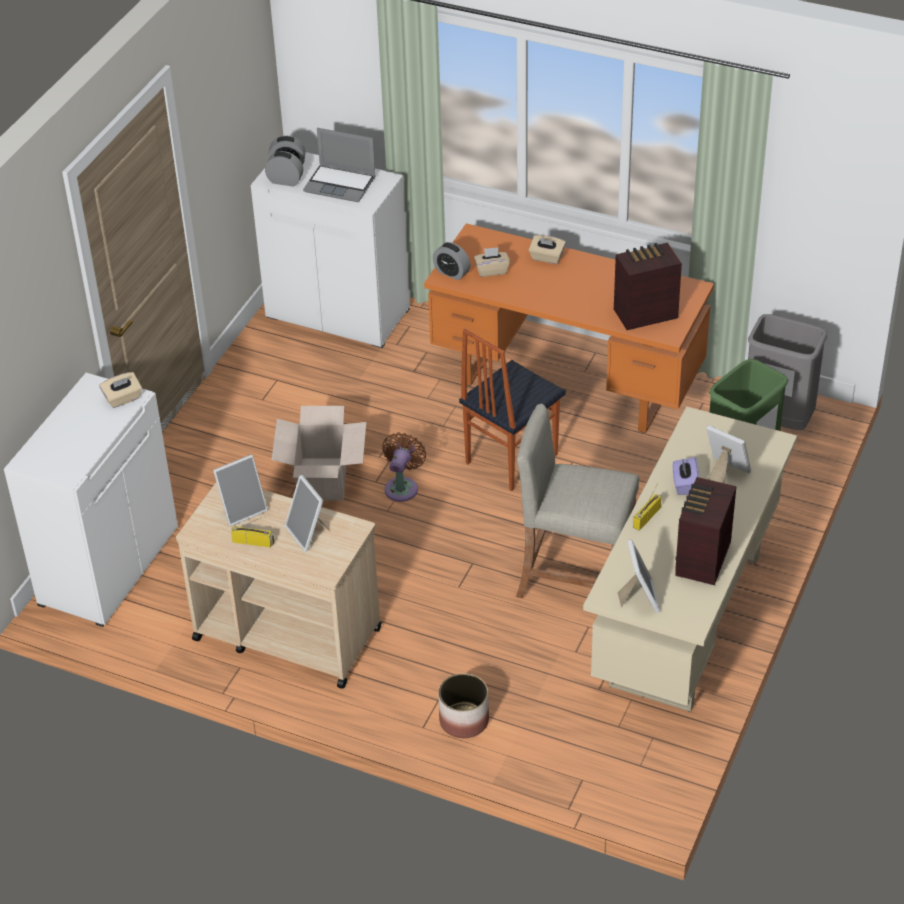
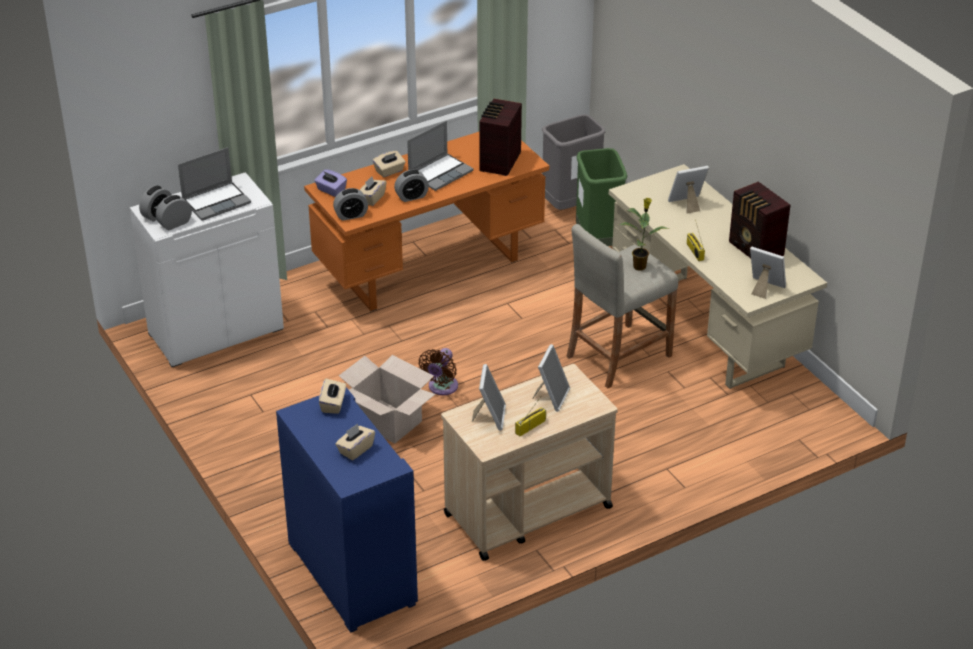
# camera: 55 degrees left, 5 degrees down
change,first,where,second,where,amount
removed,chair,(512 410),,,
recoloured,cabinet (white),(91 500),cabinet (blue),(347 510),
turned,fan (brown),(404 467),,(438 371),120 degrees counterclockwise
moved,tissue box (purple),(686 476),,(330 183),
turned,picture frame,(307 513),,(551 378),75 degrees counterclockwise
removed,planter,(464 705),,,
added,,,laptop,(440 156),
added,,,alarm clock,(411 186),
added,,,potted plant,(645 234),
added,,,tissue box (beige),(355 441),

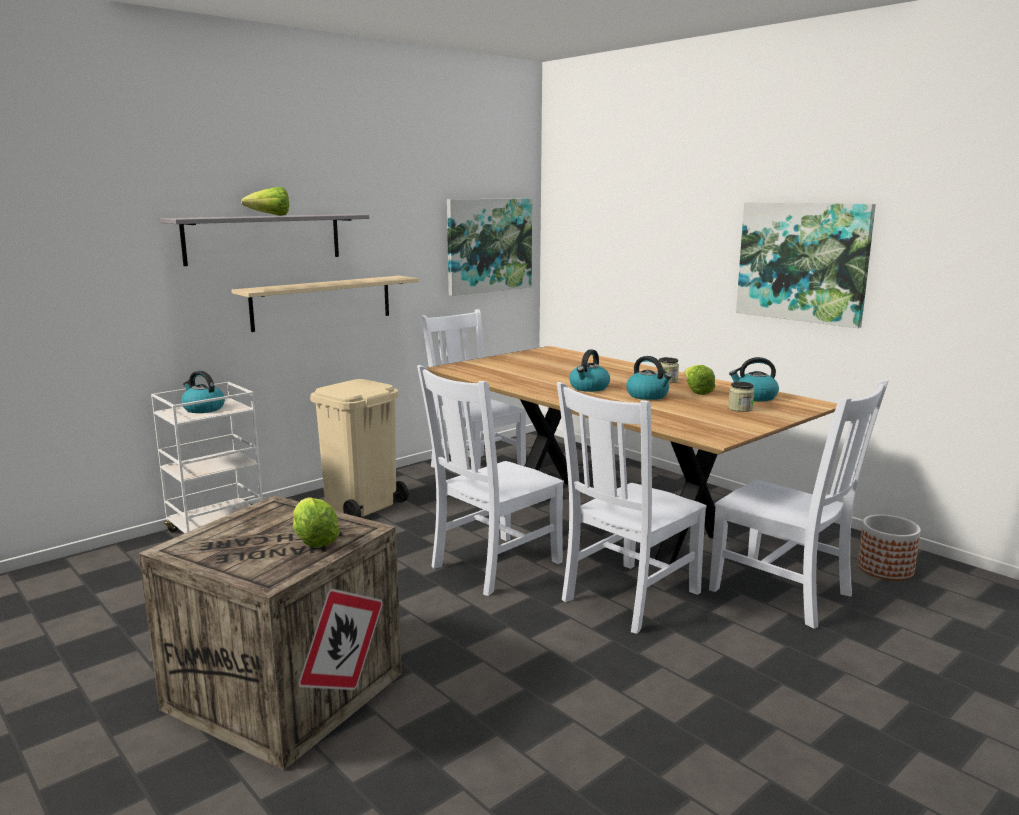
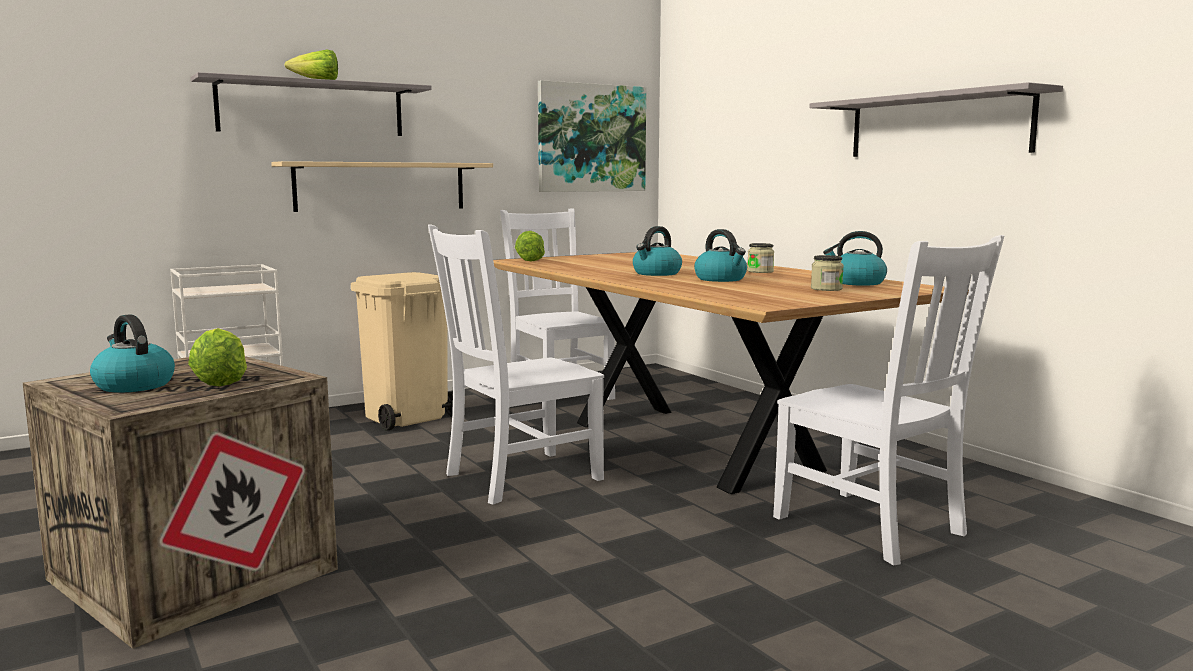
# camera: 10 degrees right, 5 degrees down
change,first,where,second,where,amount
replaced,picture,(806 265),shelf (grey),(936 119),
moved,lettuce,(699 380),,(530 246),
moved,kettle,(203 392),,(132 353),
removed,chair (white),(632 508),,,
removed,planter,(889 547),,,

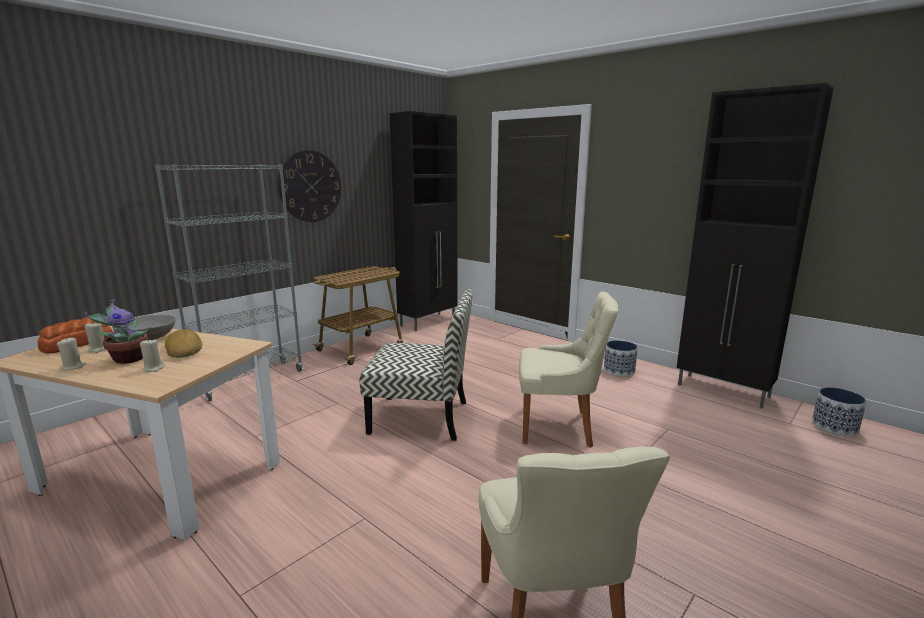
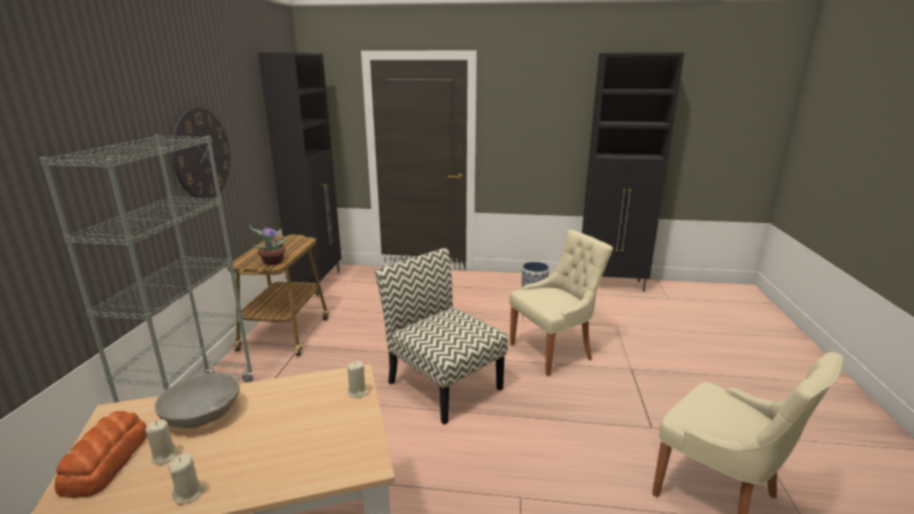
# camera: 35 degrees left, 5 degrees up
change,first,where,second,where,amount
turned,chair,(416 365),,(441 336),105 degrees counterclockwise
moved,potted plant,(117 331),,(268 244),
removed,bread,(183 343),,,
moved,candle (beige),(152 355),,(358 379),
removed,planter,(839 411),,,

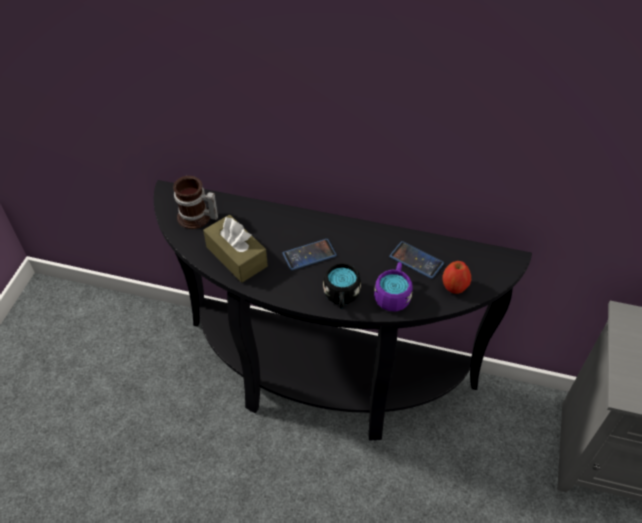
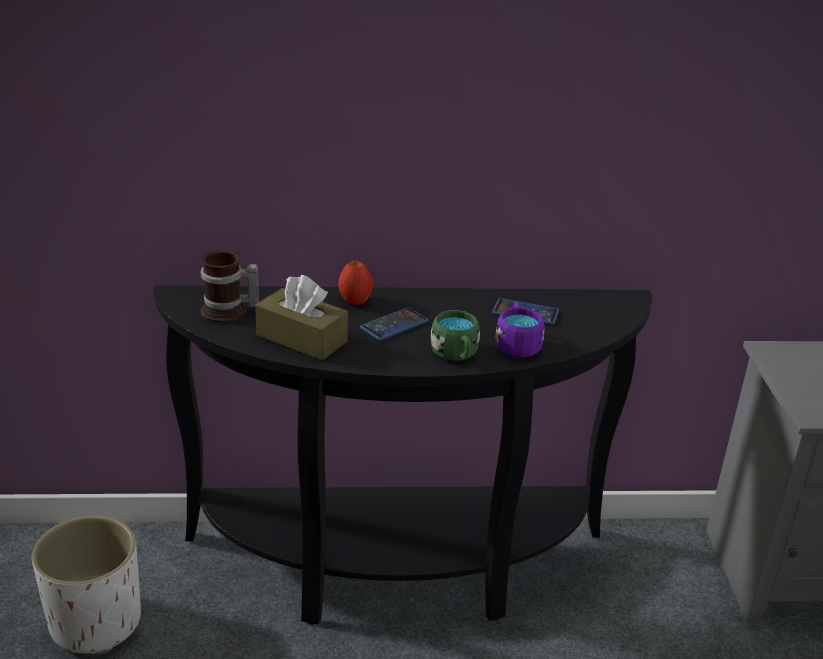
# camera: 20 degrees left, 20 degrees down
change,first,where,second,where,amount
moved,apple,(456 277),,(355 282),
recoloured,mug (black),(342 286),mug (green),(455 335),
added,,,planter (white),(86 584),

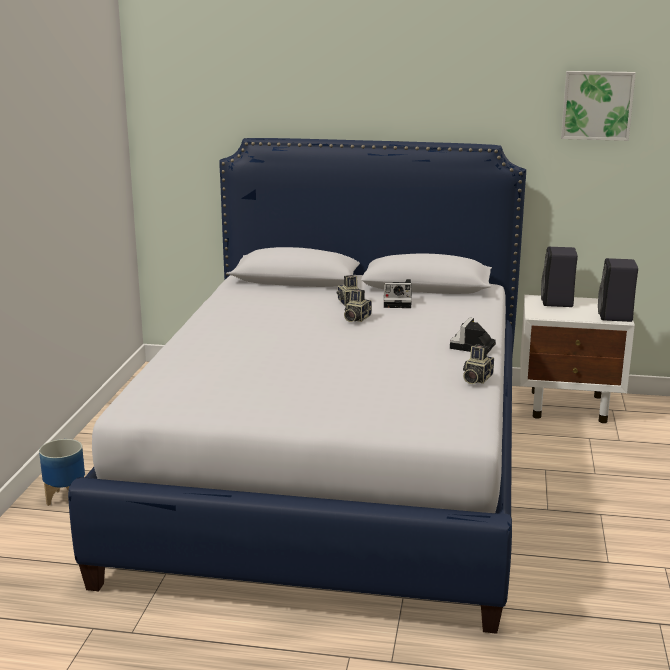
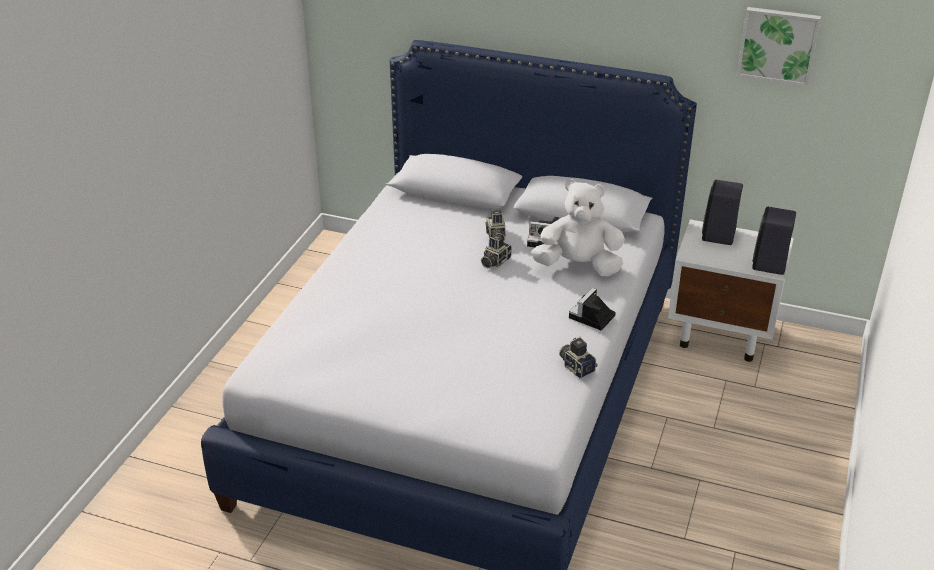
# camera: 10 degrees right, 15 degrees up
change,first,where,second,where,amount
turned,photo camera,(478 364),,(578 358),105 degrees clockwise
removed,planter,(62 472),,,
added,,,plush toy (white),(578 227),

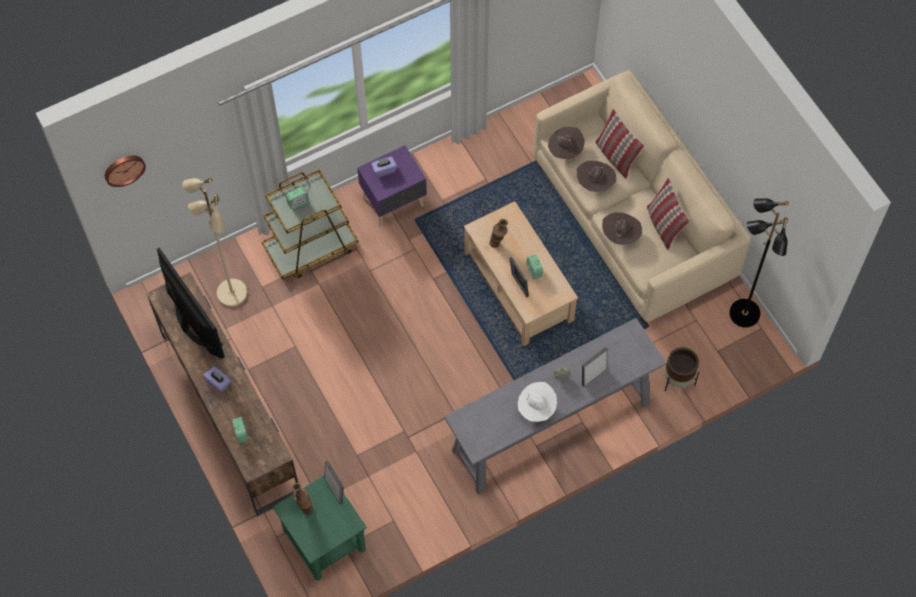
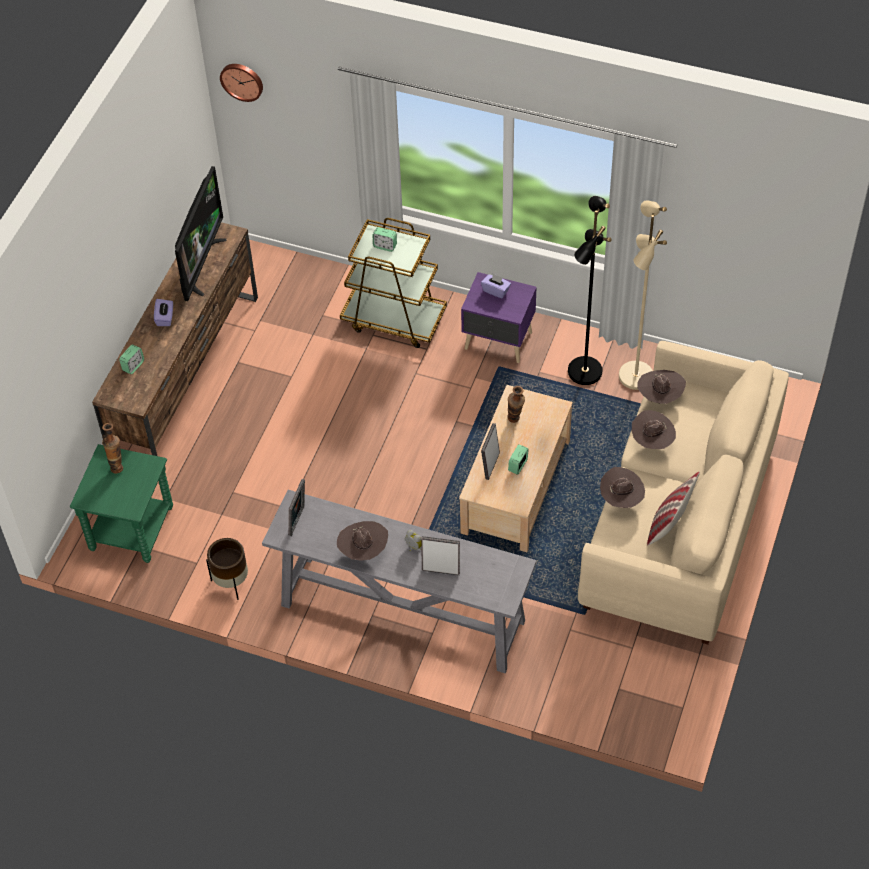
# camera: 50 degrees right, 10 degrees down
change,first,where,second,where,amount
removed,pillow,(619 144),,,
moved,floor lamp (beige),(215 242),,(643 295),
moved,floor lamp (black),(759 263),,(590 290),
moved,planter (brown),(682 369),,(227 569),
recoloured,hat (white),(537 402),hat (brown),(362 541),
moved,picture frame,(333 482),,(296 507),

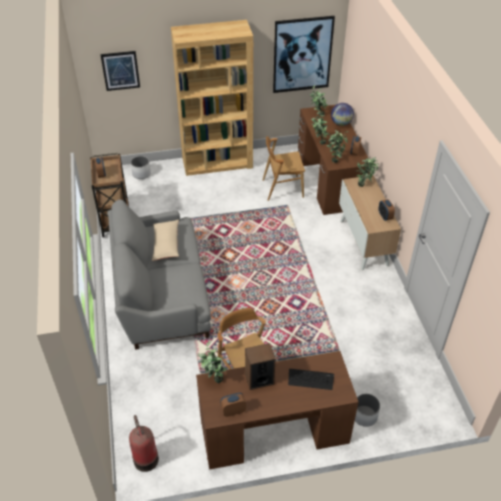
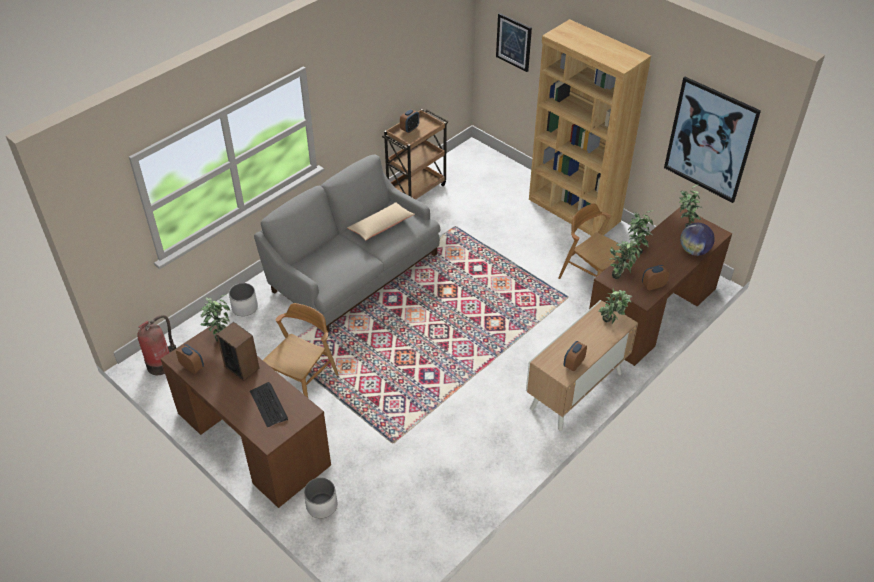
# camera: 55 degrees right, 0 degrees up
change,first,where,second,where,amount
moved,planter (white),(141 167),,(243 299),

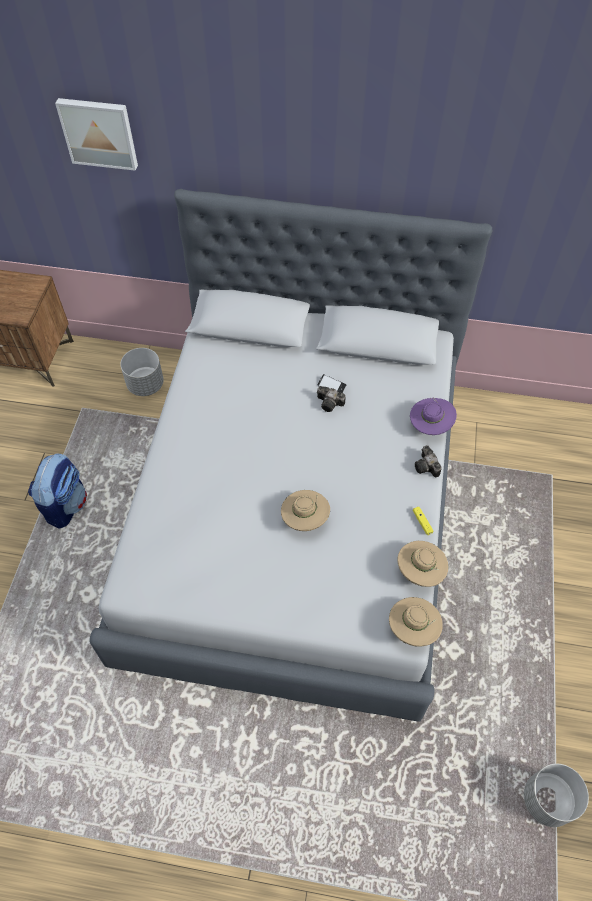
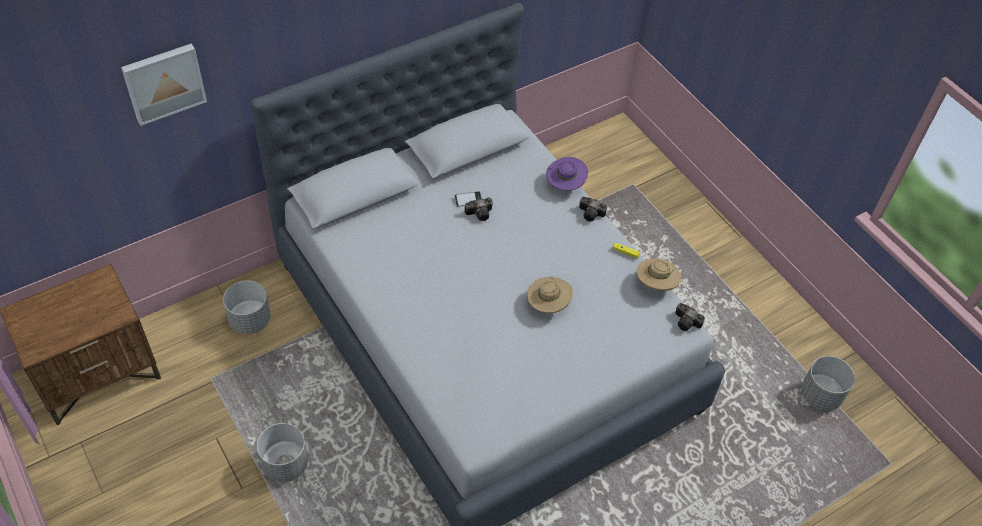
# camera: 45 degrees left, 5 degrees down
change,first,where,second,where,amount
replaced,backpack,(57 491),planter (grey),(282 452),
replaced,hat (beige),(416 622),photo camera,(690 317),

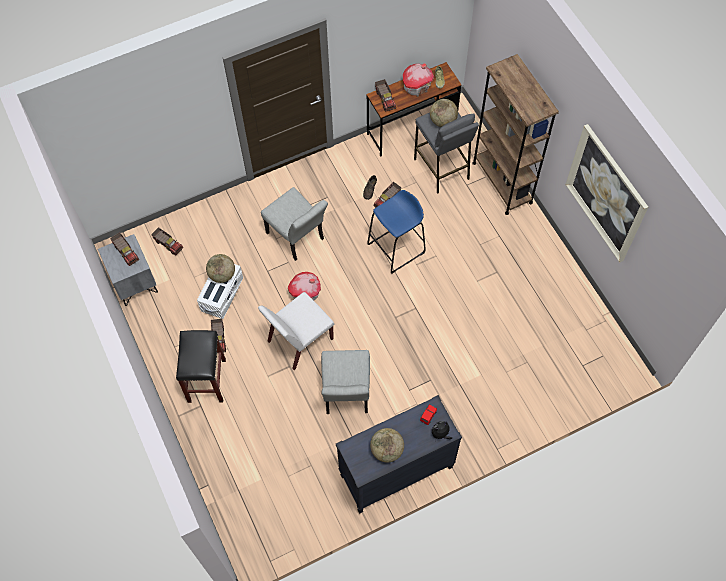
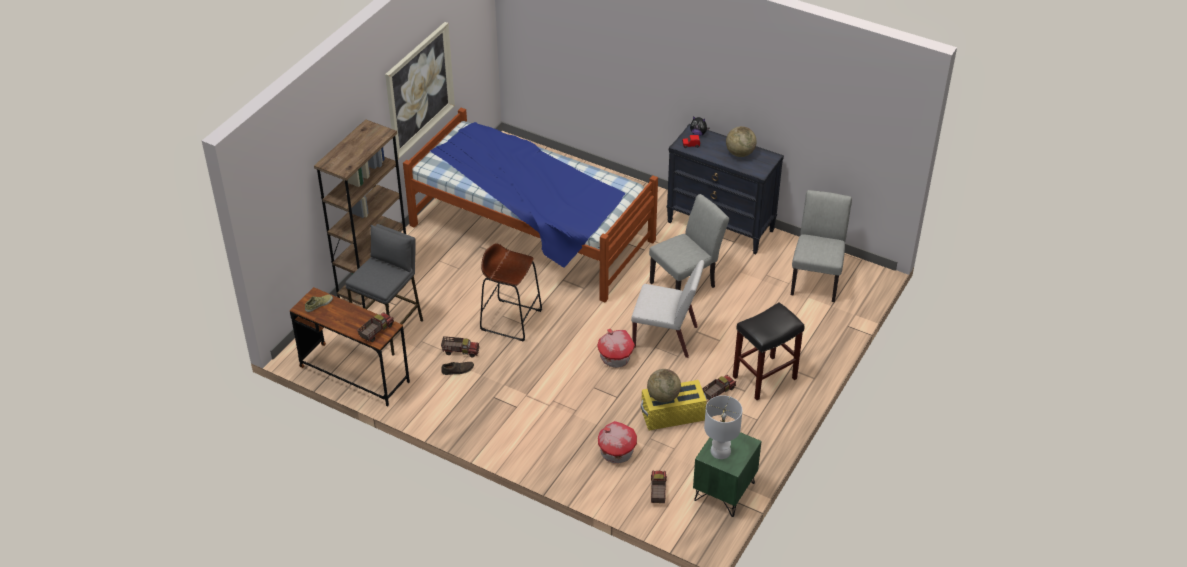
# camera: 125 degrees left, 20 degrees down
change,first,where,second,where,amount
moved,toy house,(418 80),,(617 442),
removed,globe,(444 113),,,
moved,chair (grey),(294 224),,(821 246),
recoloured,stool (blue),(396 231),stool (brown),(511 292),
replaced,toy truck,(124 249),table lamp (white),(723 427),
recoloured,nightstand (grey),(128 270),nightstand (green),(727 474),
recoloured,storage box (white),(220 291),storage box (yellow),(674 405),
added,,,bed,(530 205),

